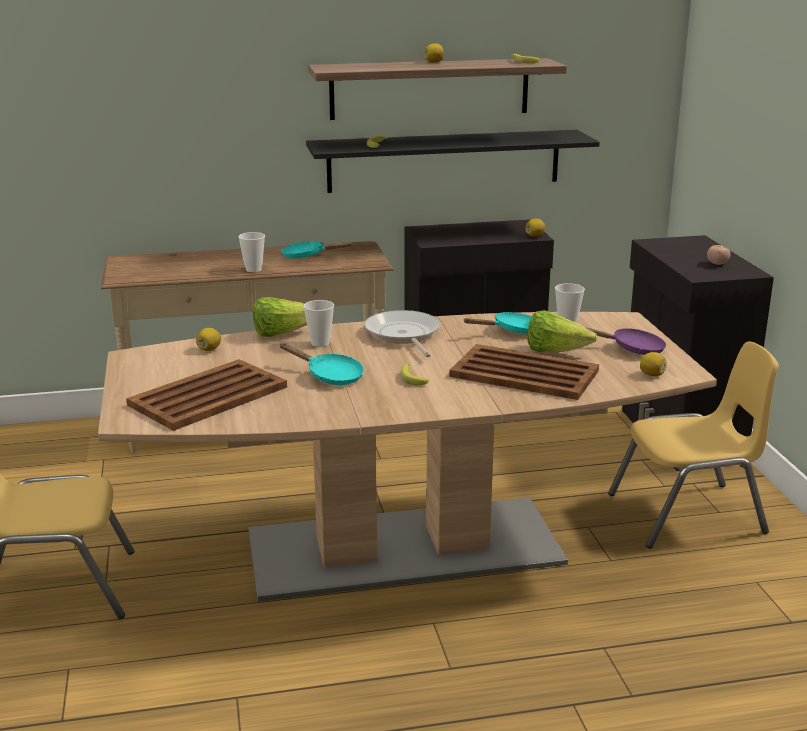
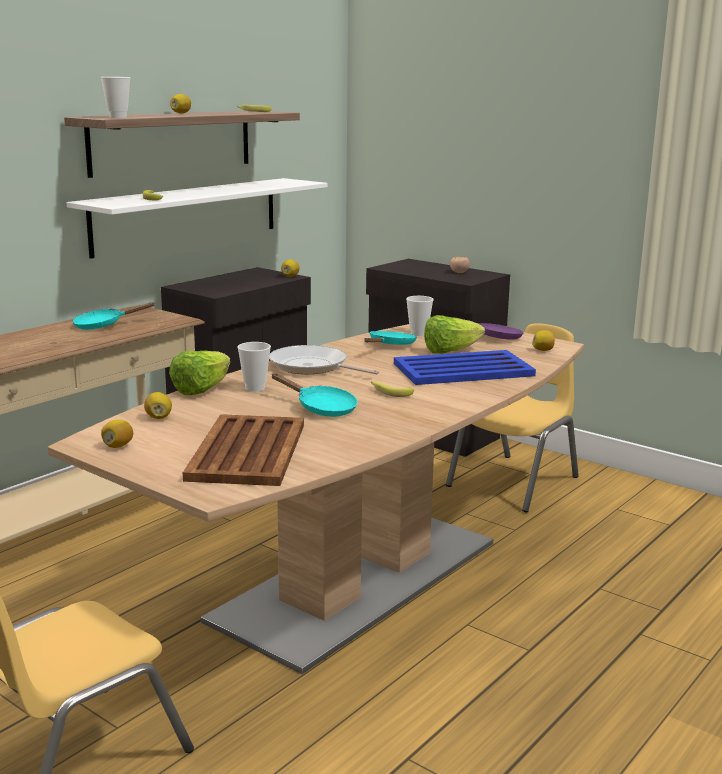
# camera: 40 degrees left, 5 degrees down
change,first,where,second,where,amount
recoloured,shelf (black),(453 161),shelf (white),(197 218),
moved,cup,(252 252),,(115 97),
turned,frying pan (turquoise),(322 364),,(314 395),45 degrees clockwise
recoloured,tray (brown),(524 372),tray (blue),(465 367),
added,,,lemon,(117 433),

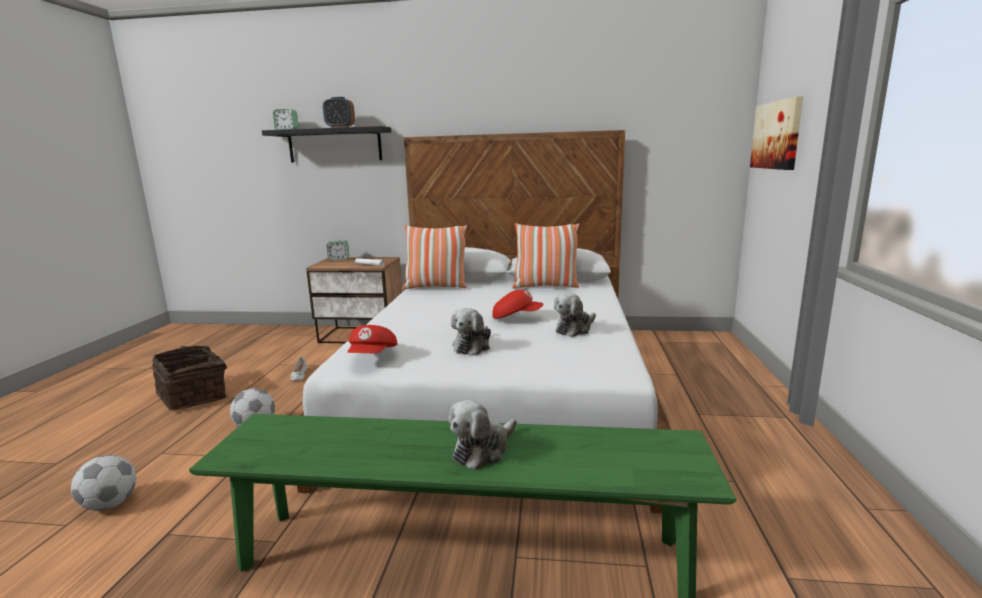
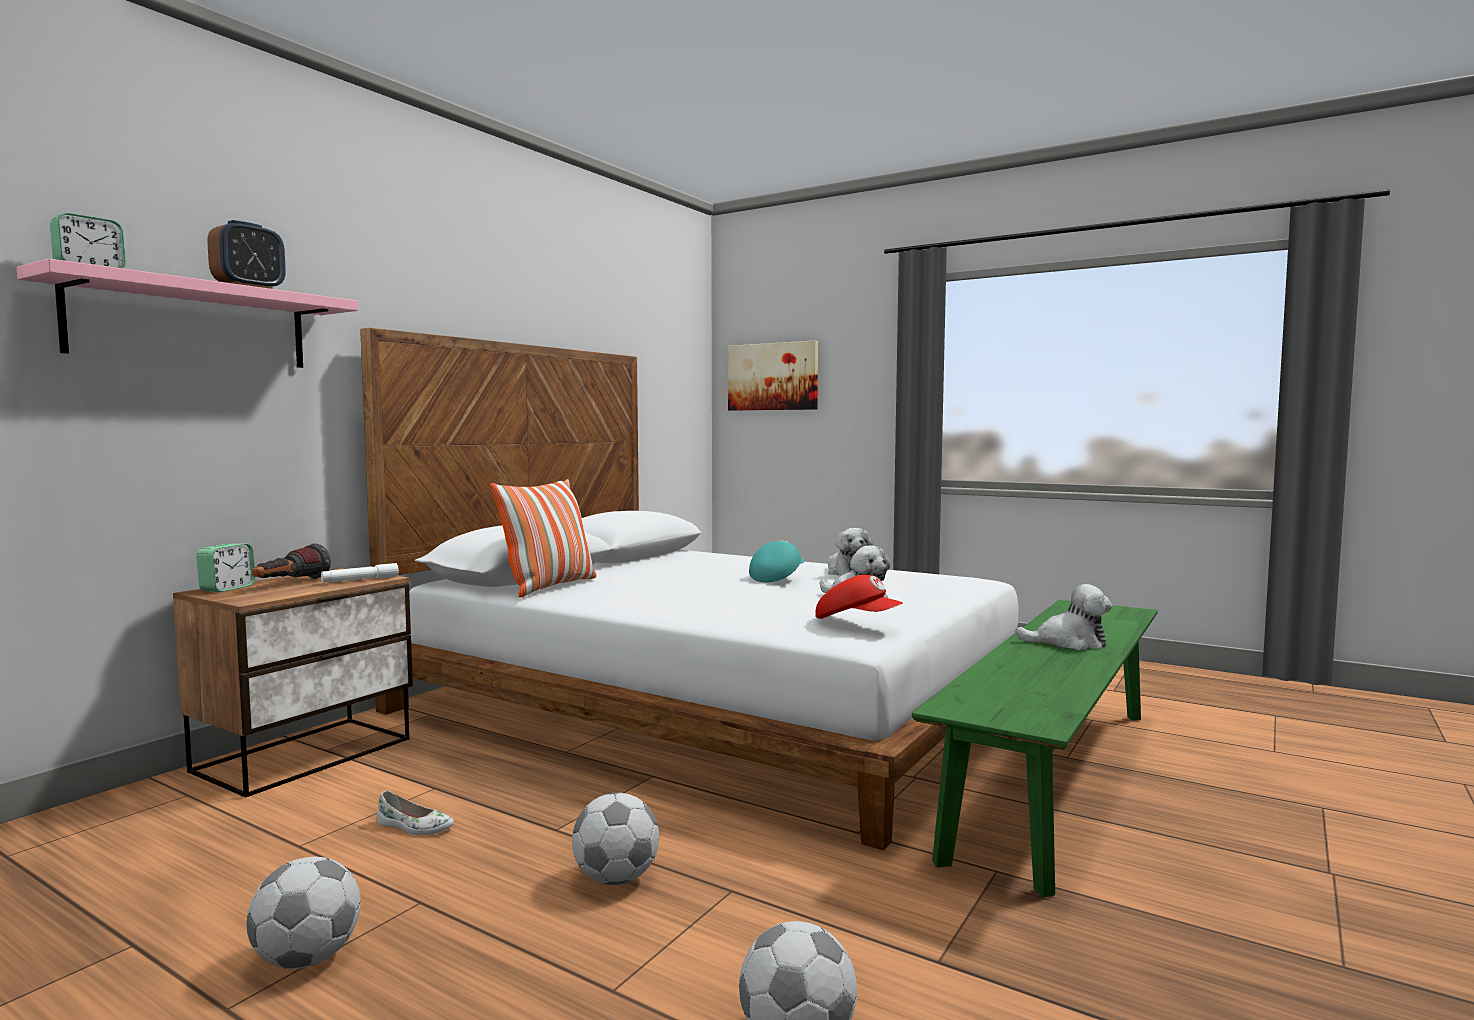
# camera: 65 degrees left, 10 degrees down
change,first,where,second,where,amount
recoloured,shelf (black),(326 144),shelf (pink),(187 313),
removed,pillow,(546 256),,,
recoloured,cap (red),(518 304),cap (turquoise),(776 561),
replaced,basket,(189 378),football,(303 913),
turned,plush toy,(482 435),,(1063 617),60 degrees counterclockwise
added,,,flashlight,(291 561),

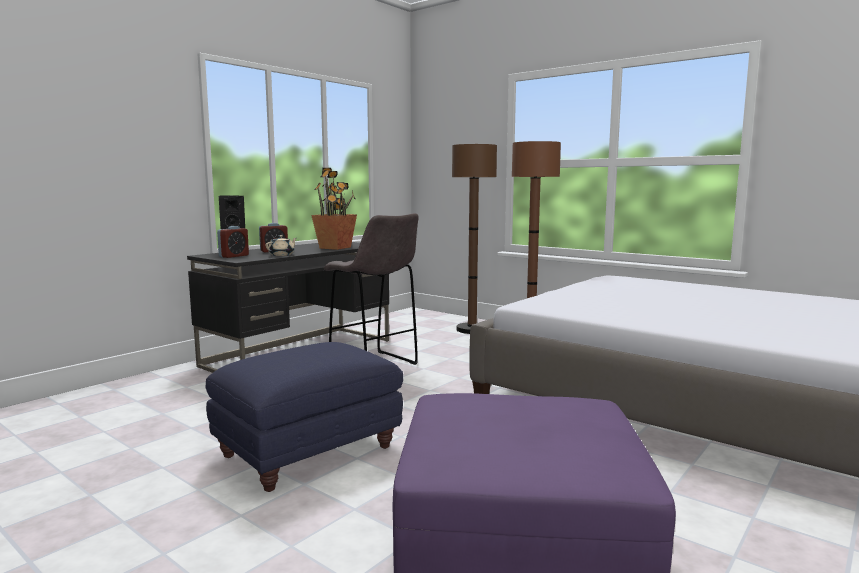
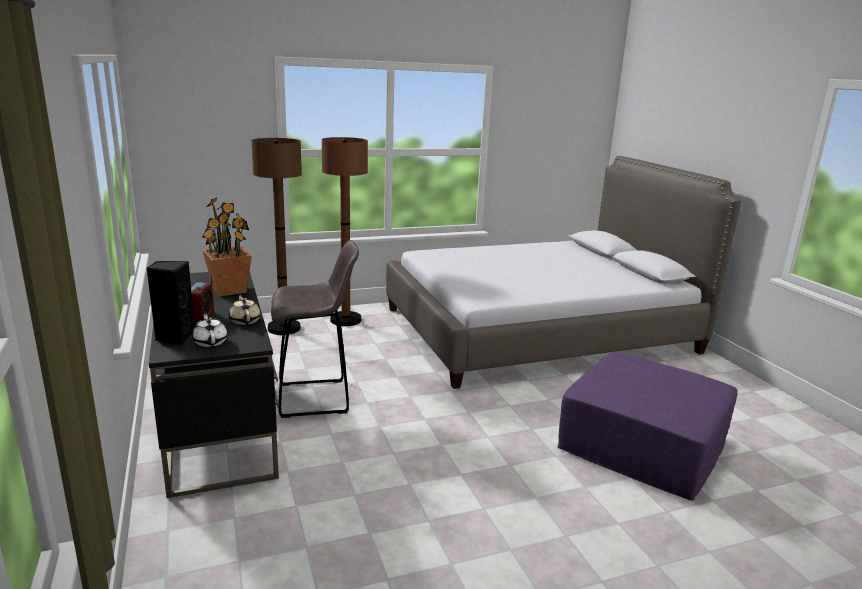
# camera: 60 degrees left, 10 degrees up
change,first,where,second,where,amount
replaced,alarm clock,(233 242),teapot (white),(210 330),
removed,ottoman (blue),(304 417),,,

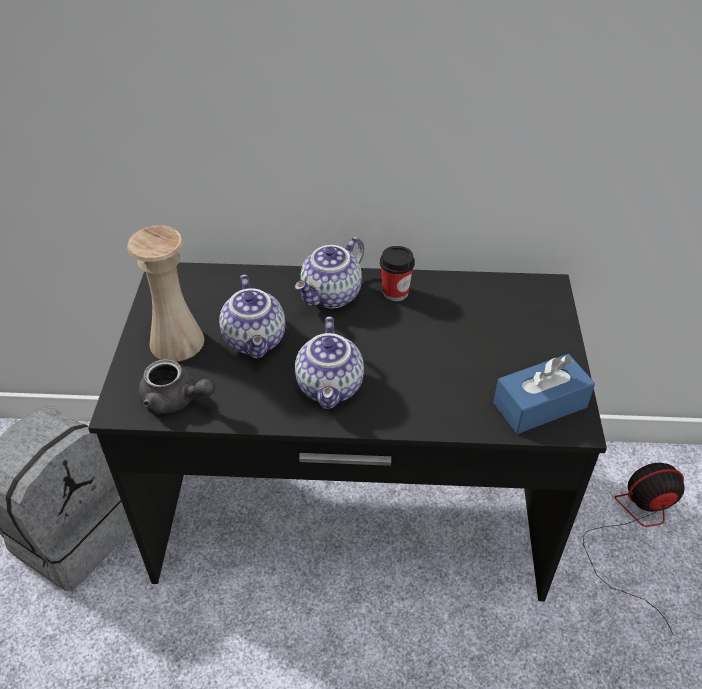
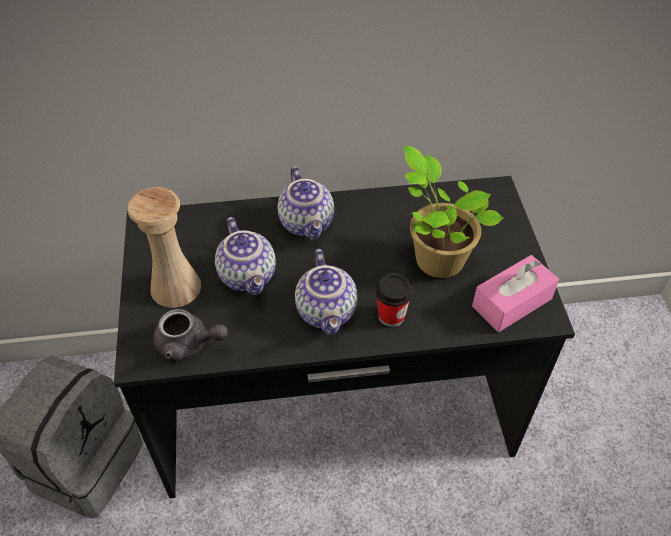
# camera: 10 degrees left, 5 degrees up
change,first,where,second,where,amount
turned,teapot,(329 273),,(306 203),45 degrees counterclockwise
moved,cup,(397 273),,(394 300),
recoloured,tissue box (blue),(544 394),tissue box (pink),(515 293),
removed,fan,(634 549),,,
added,,,potted plant,(454 212),

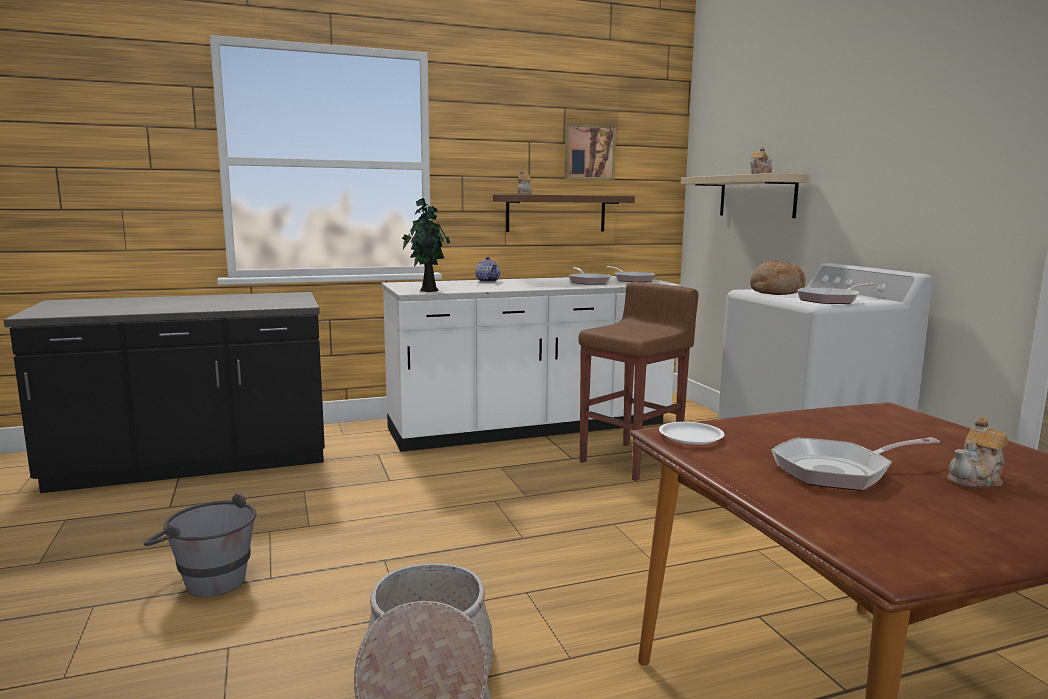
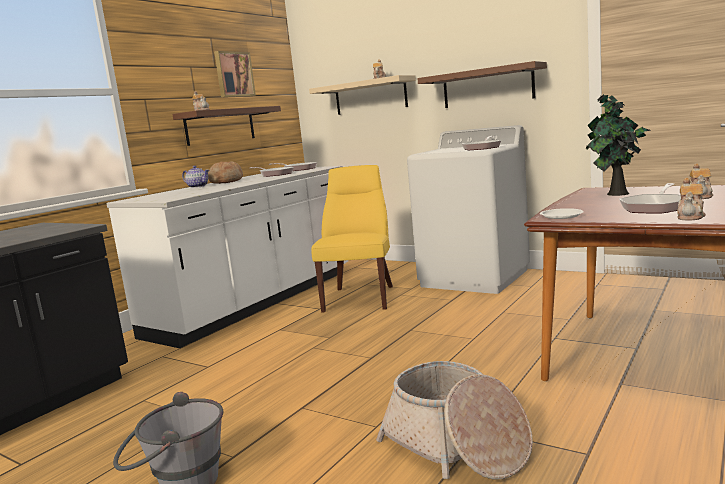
# camera: 35 degrees left, 0 degrees up
change,first,where,second,where,amount
moved,potted plant,(426 245),,(618 145),
moved,bread,(777 278),,(225 172),
replaced,stool (brown),(638 381),chair (yellow),(352 238),
added,,,shelf (brown),(482 84),
added,,,teapot,(691 199),

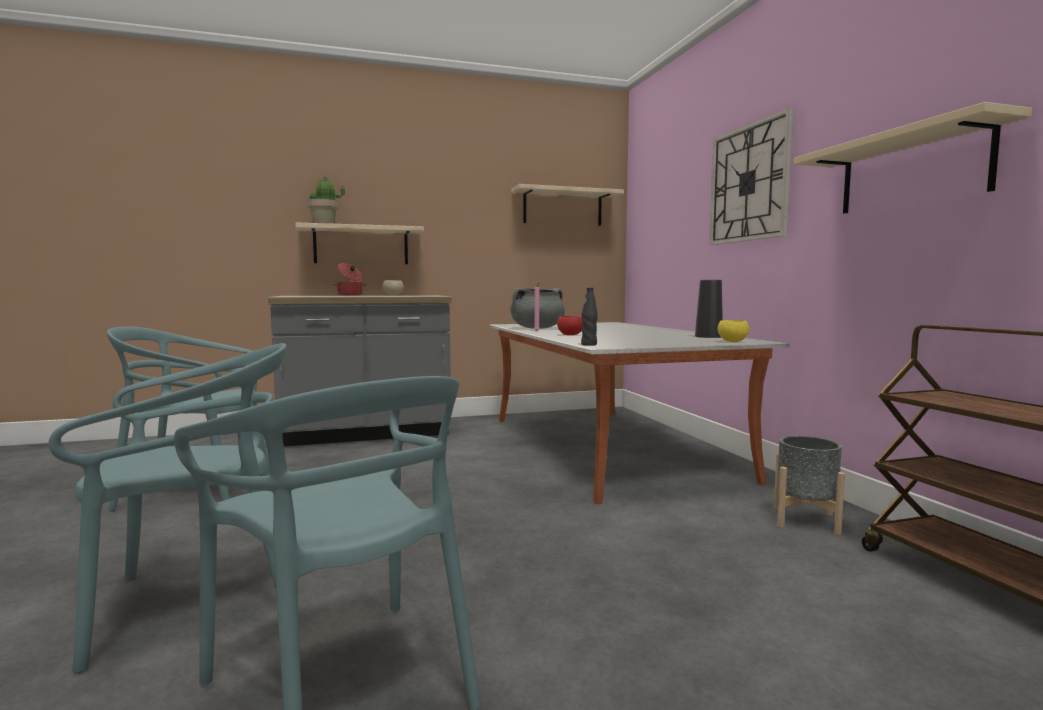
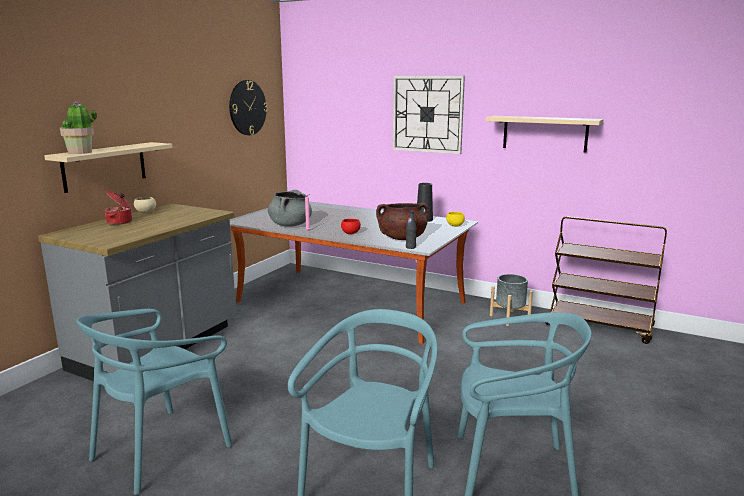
# camera: 45 degrees left, 10 degrees up
change,first,where,second,where,amount
replaced,shelf (beige),(567 205),wall clock,(248 107),
added,,,cooking pot (brown),(402 221),

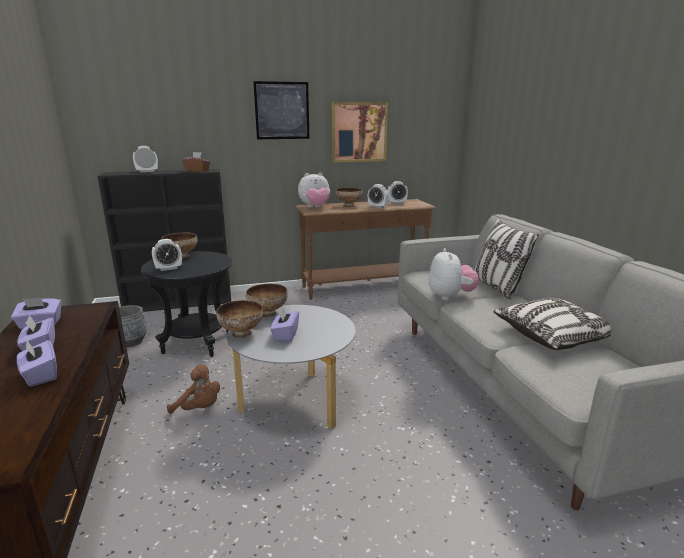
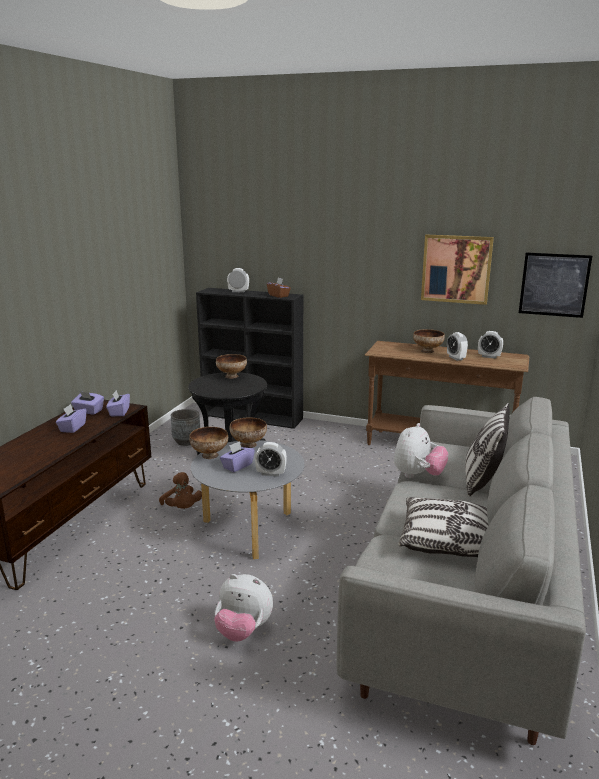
# camera: 35 degrees right, 0 degrees up
change,first,where,second,where,amount
moved,picture,(281 110),,(555 285),
moved,plush toy,(314 189),,(243 608),
moved,alarm clock,(167 255),,(271 459),
moved,tissue box (purple),(37 363),,(118 403),

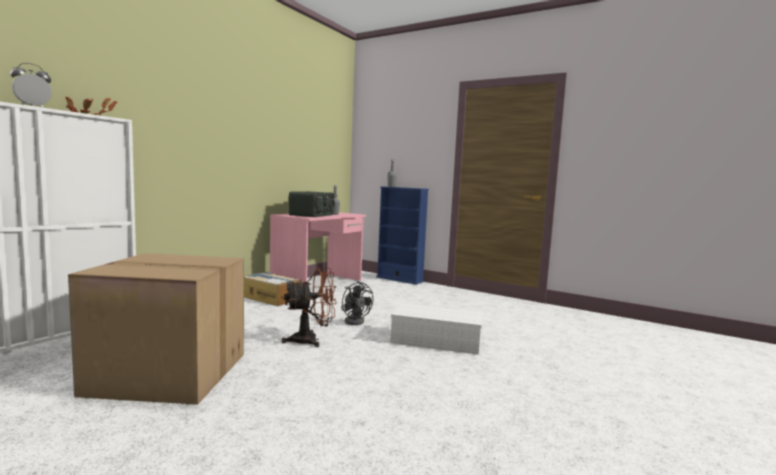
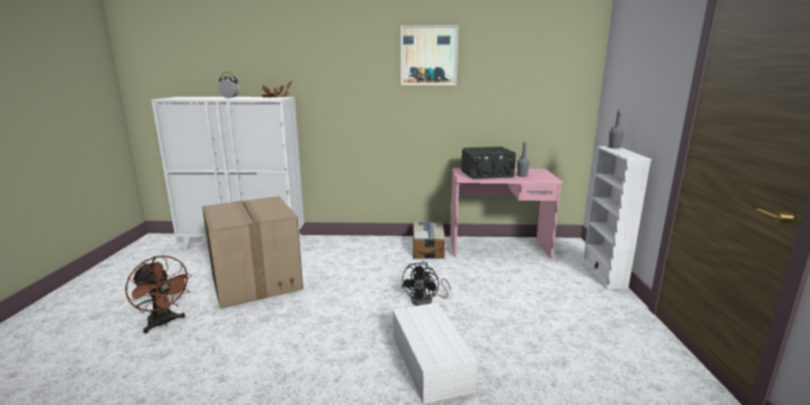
# camera: 60 degrees right, 10 degrees up
change,first,where,second,where,amount
recoloured,bookcase (blue),(402 236),bookcase (white),(617 217),
moved,fan (brown),(309 307),,(158 295),
added,,,picture,(430 55),

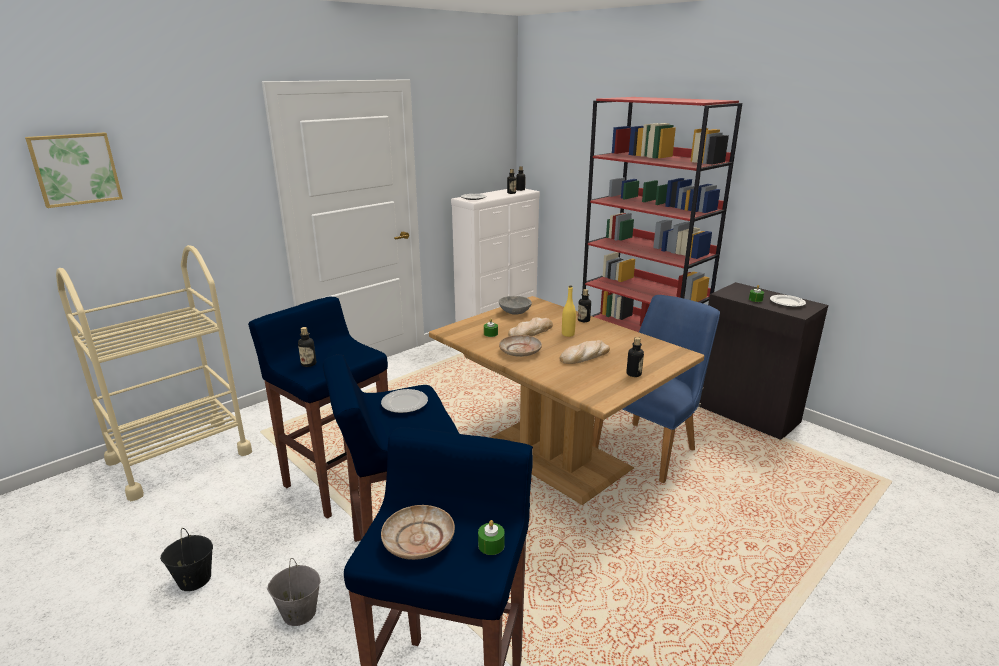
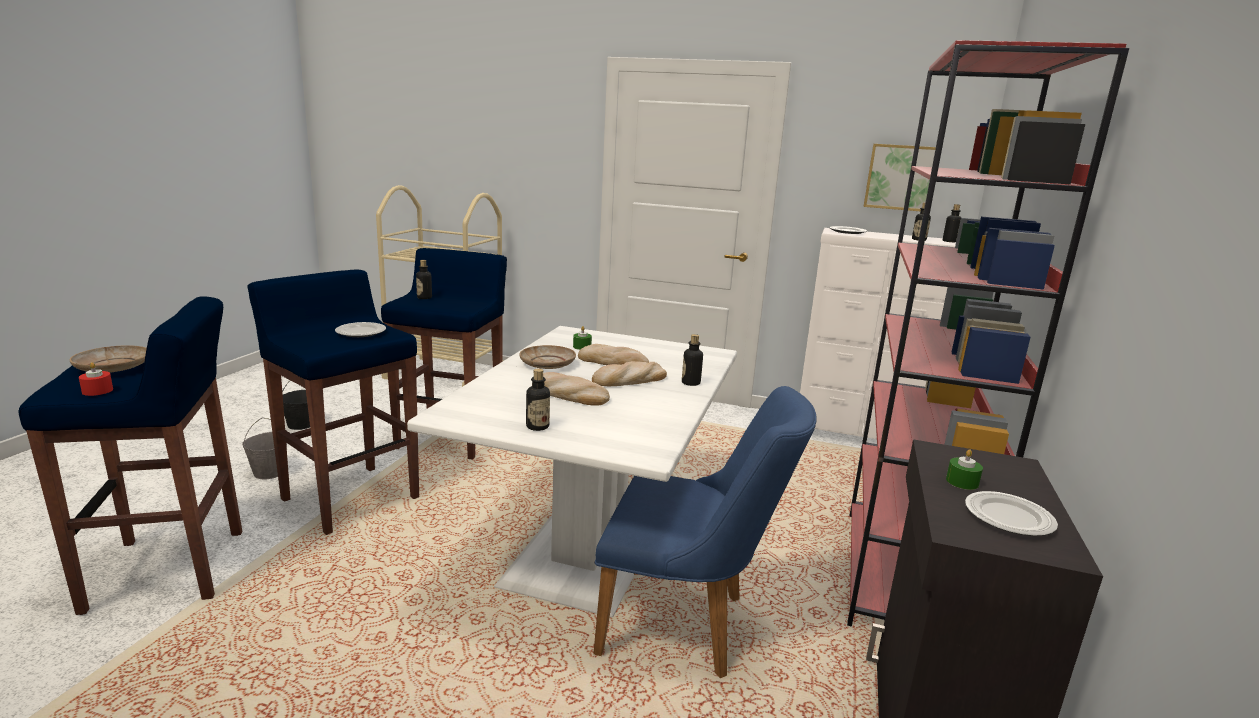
# camera: 60 degrees right, 5 degrees down
change,first,where,second,where,amount
moved,picture,(74 170),,(900 177),
replaced,bottle (yellow),(569 311),bread,(629 373),
recoloured,dining table (brown),(566 400),dining table (white),(572 472),
removed,bowl (grey),(515 305),,,
recoloured,candle (green),(491 537),candle (red),(96 379),

